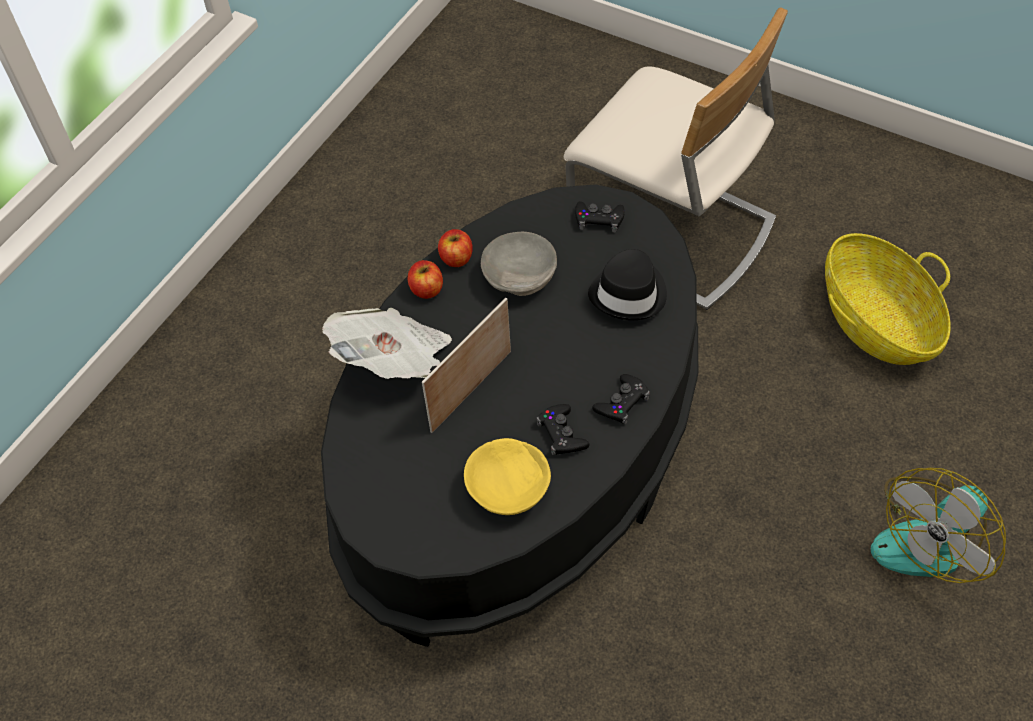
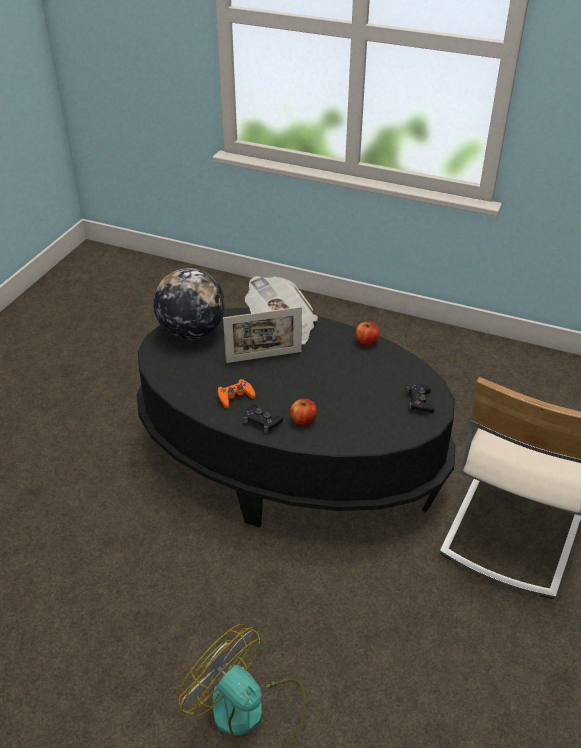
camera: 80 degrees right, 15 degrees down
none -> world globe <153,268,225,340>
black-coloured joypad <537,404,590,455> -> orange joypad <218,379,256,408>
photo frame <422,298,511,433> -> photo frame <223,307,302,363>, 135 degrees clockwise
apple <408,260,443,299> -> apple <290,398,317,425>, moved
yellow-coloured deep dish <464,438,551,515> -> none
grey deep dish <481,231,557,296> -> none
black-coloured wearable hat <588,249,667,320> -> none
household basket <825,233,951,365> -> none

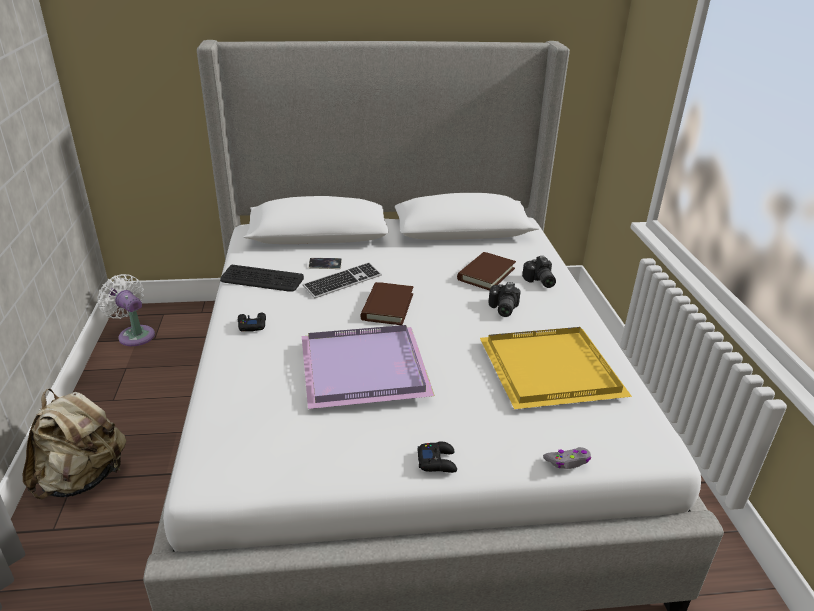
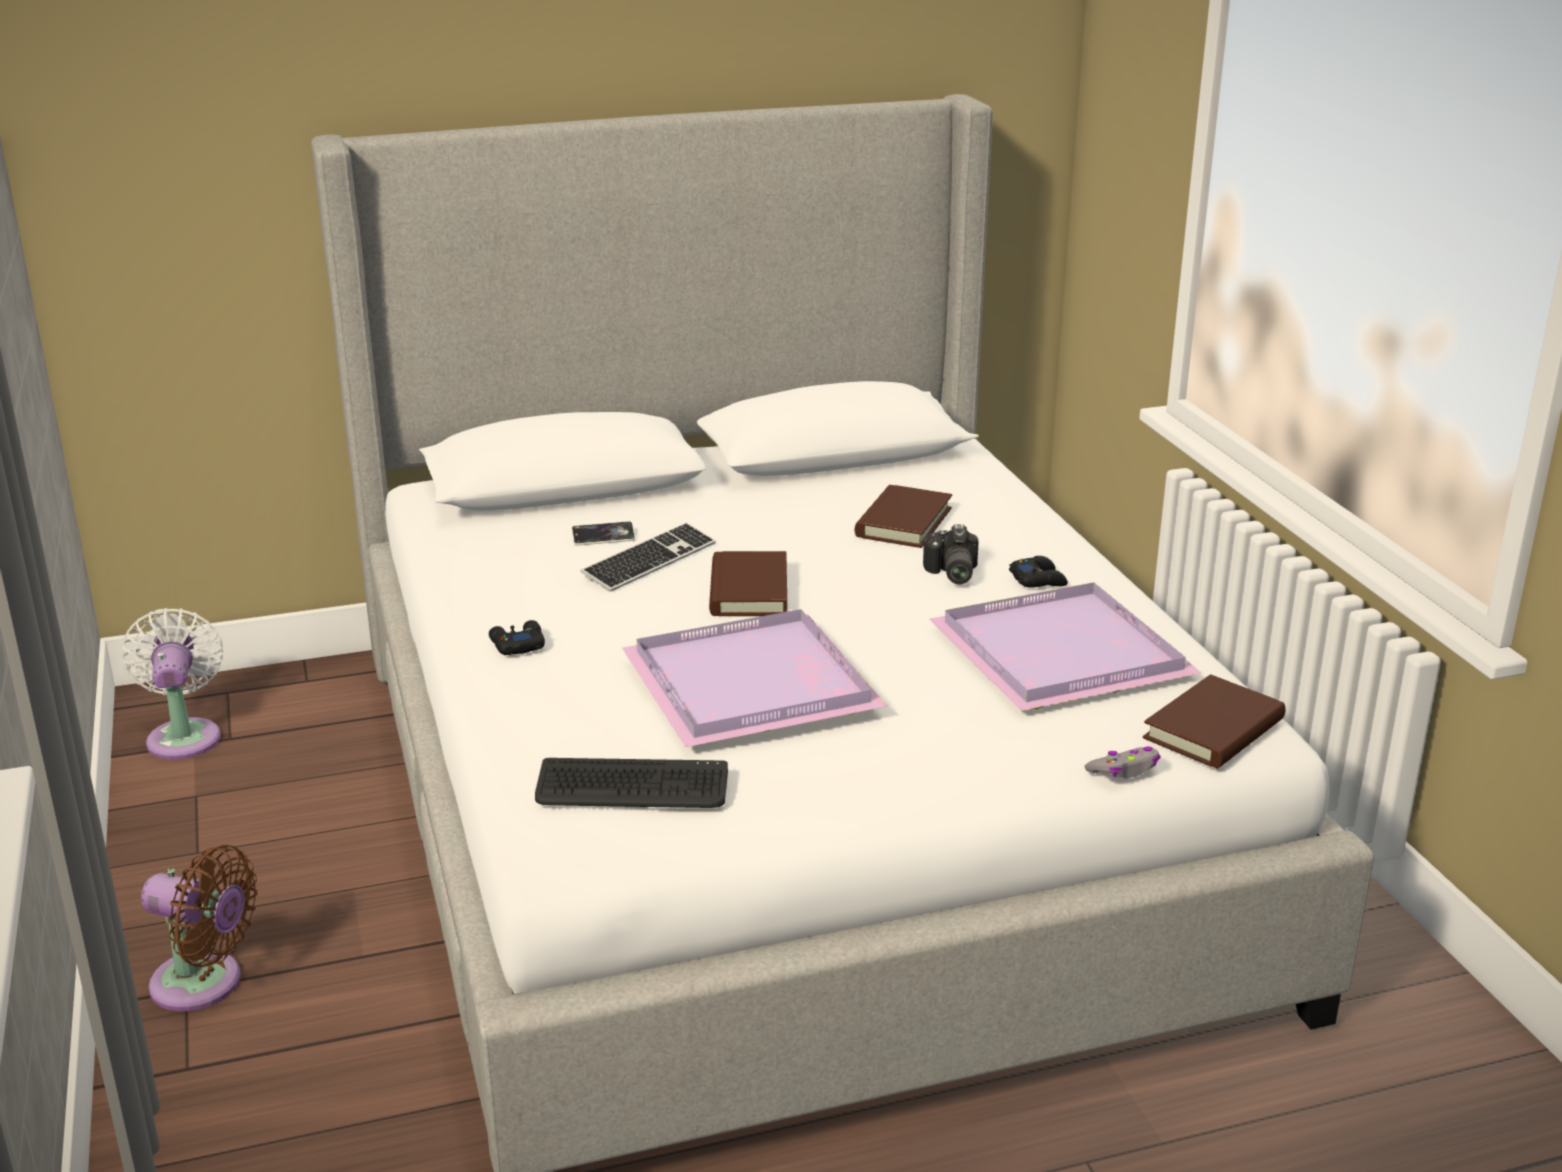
camera: 10 degrees left, 5 degrees down
whitish fan <97,274,155,346> -> whitish fan <121,608,223,760>, 45 degrees clockwise
beige knapsack <23,389,126,500> -> brown-coloured fan <141,845,258,1011>
keyboard <220,265,304,292> -> keyboard <535,758,728,808>, moved
yellow-coloured serving tray <480,327,632,409> -> purple serving tray <930,582,1201,711>
black-coloured joypad <418,441,457,473> -> black-coloured joypad <1009,556,1068,588>, moved
none -> brown-coloured bound book <1143,674,1285,769>
photo camera <522,256,556,288> -> none

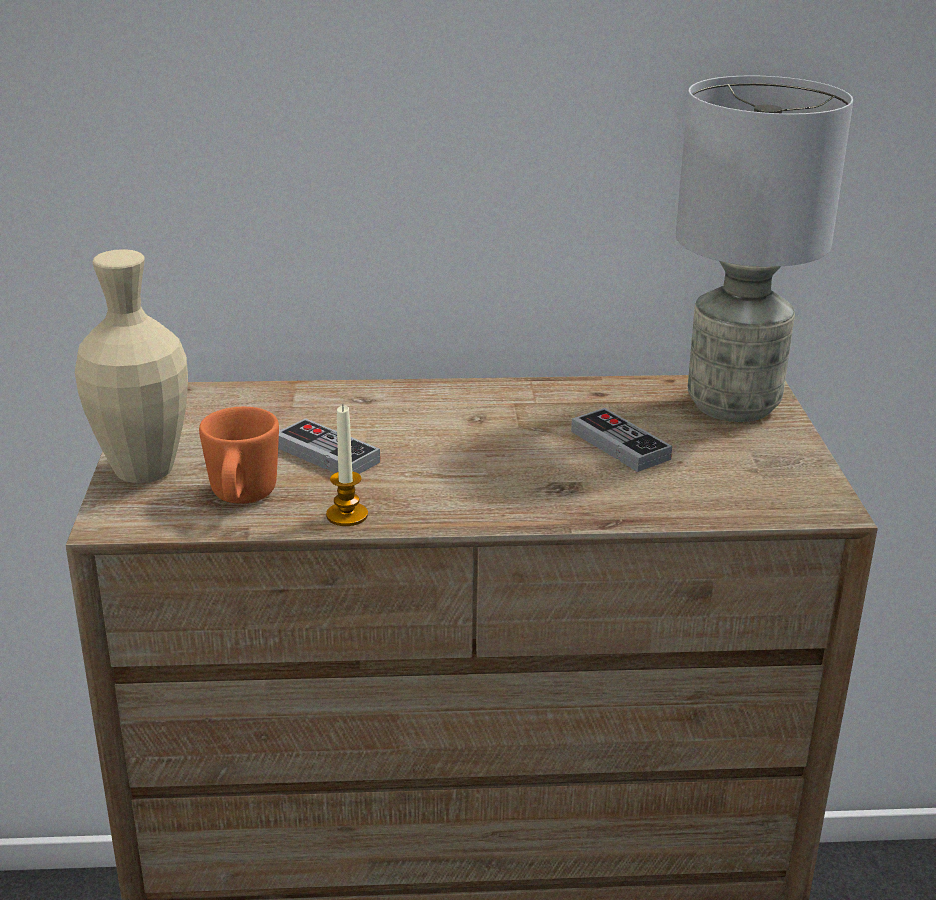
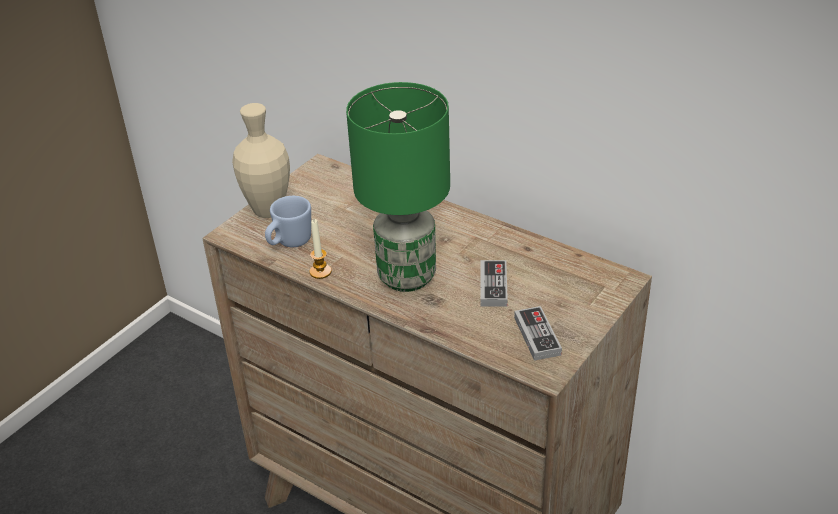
camera: 40 degrees right, 10 degrees up
orange mug <199,407,279,504> -> bluish mug <265,196,311,247>
none -> greenish tabletop lamp <346,82,450,292>
joypad <278,418,380,474> -> joypad <514,306,562,361>, moved
grey tabletop lamp <675,75,853,422> -> none

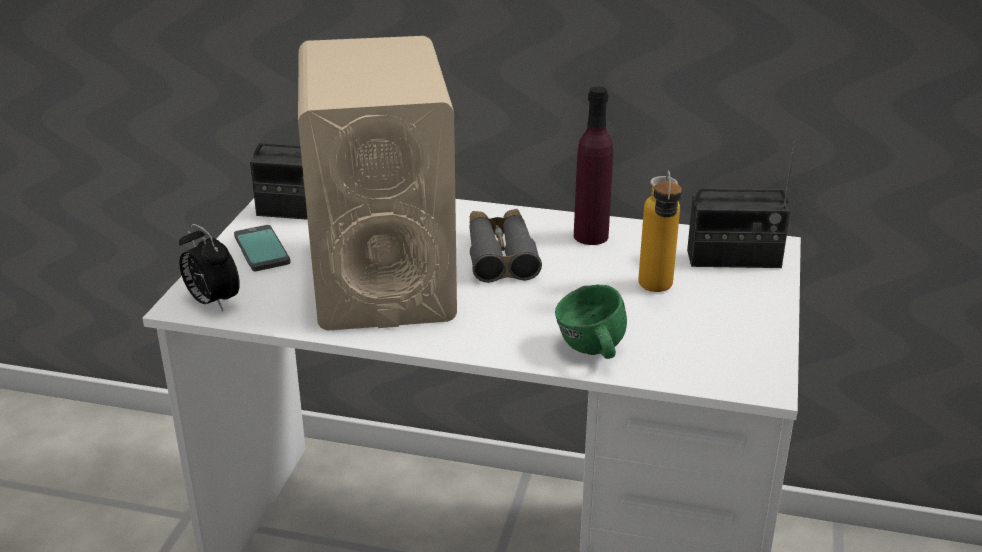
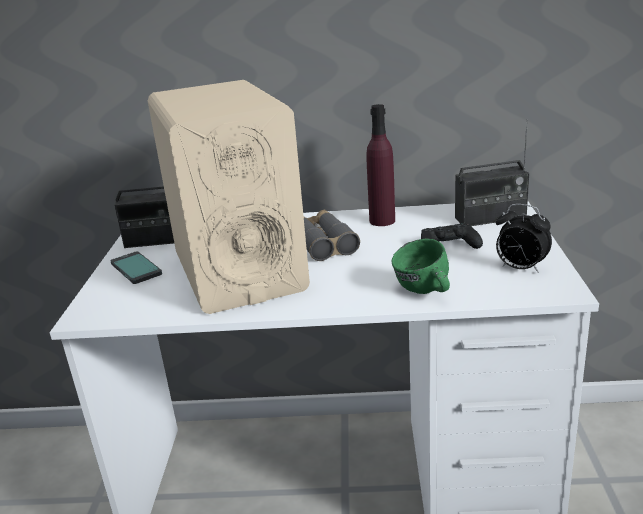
camera: 10 degrees left, 5 degrees down
drink bottle <638,170,682,292> -> black-coloured joypad <421,223,483,249>
table clock <179,224,240,311> -> table clock <496,204,552,273>, moved

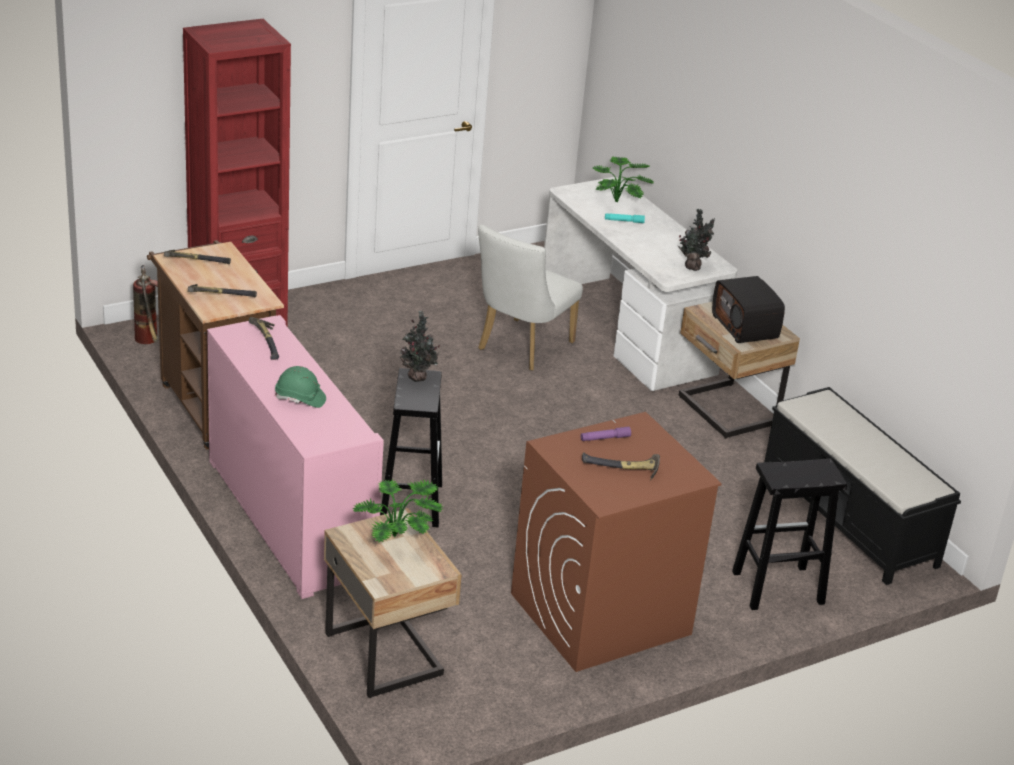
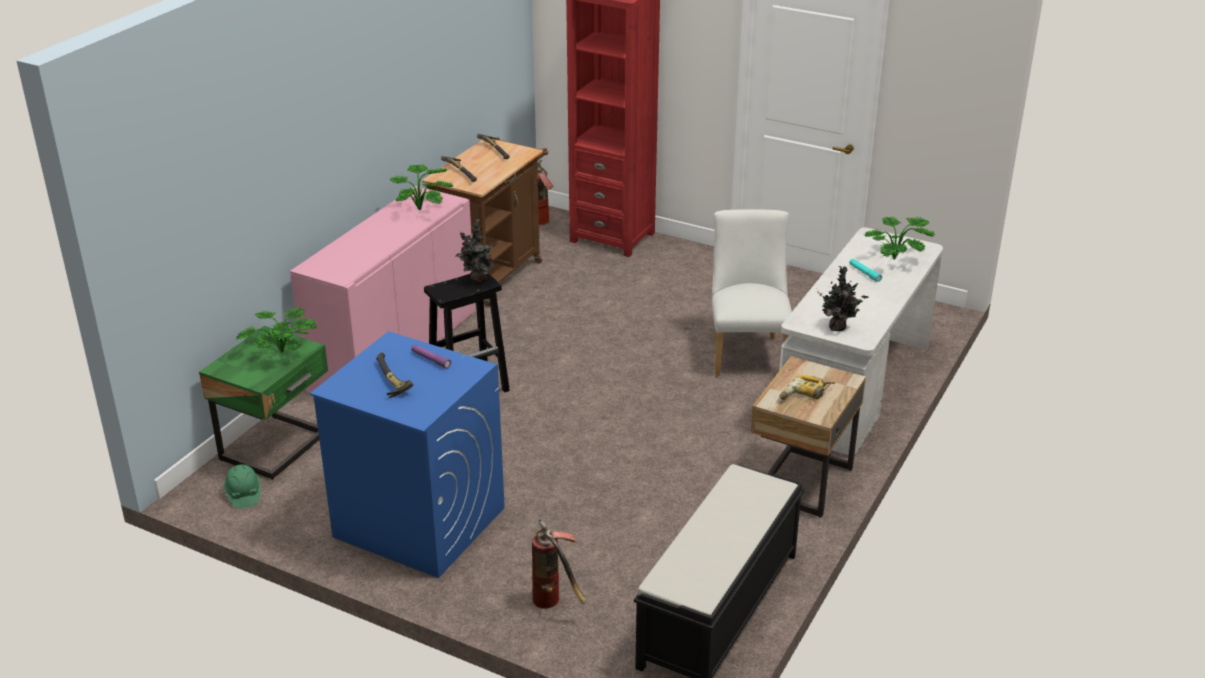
camera: 60 degrees right, 0 degrees up
beige nightstand <324,508,462,698> -> greenish nightstand <199,326,328,480>
greenish safety helmet <275,366,326,408> -> greenish safety helmet <224,464,261,508>, moved
brown-coloured washing machine <511,412,722,672> -> bluish washing machine <310,331,505,578>
hammer <248,317,279,360> -> plant in a pot <390,164,453,210>
black-coloured stool seat <732,458,847,610> -> extinguisher <532,519,586,609>
whitish plain chair <478,225,583,371> -> whitish plain chair <712,209,792,377>, 90 degrees clockwise
radio set <712,276,785,343> -> electric drill <779,375,835,402>

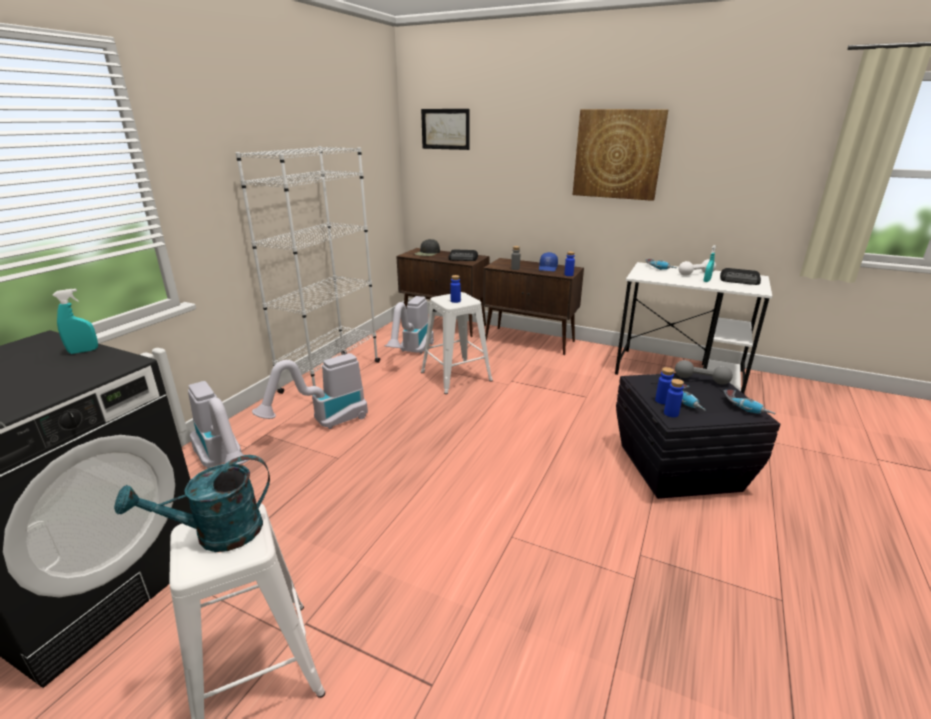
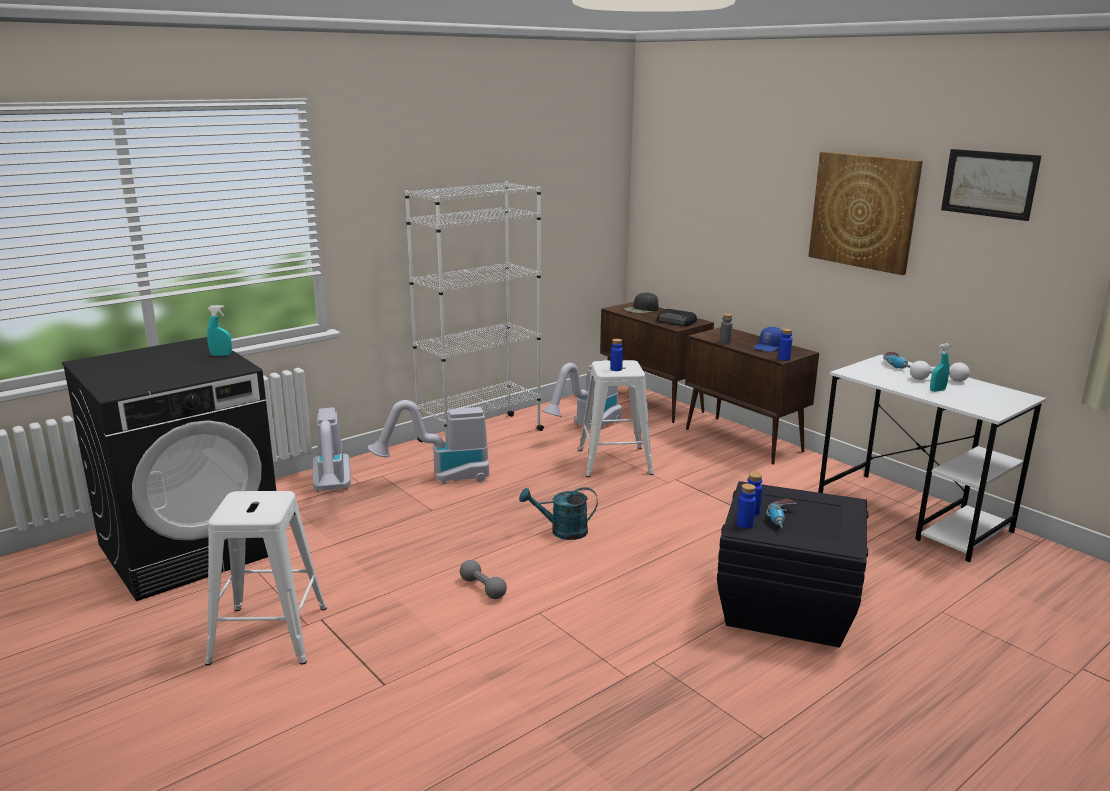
camera: 25 degrees right, 5 degrees down
grey free weight <675,360,733,385> -> grey free weight <460,560,507,599>, moved
turquoise watering pot <114,455,270,552> -> turquoise watering pot <519,487,598,540>, moved
picture <421,109,470,150> -> picture <941,149,1041,221>, moved
radio set <720,268,761,285> -> none
electric drill <723,390,775,414> -> none

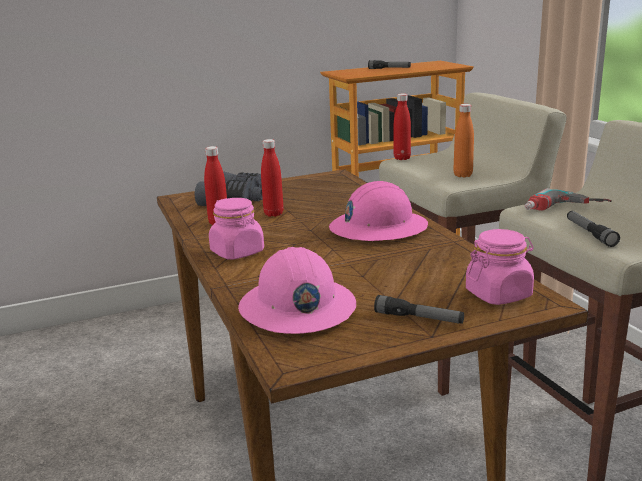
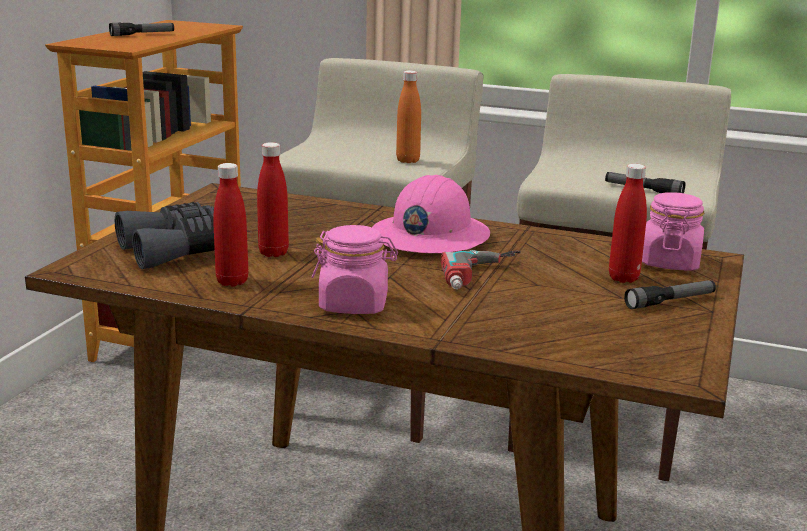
camera: 50 degrees left, 0 degrees up
electric drill <524,188,612,211> -> electric drill <441,250,521,289>, moved
red drink bottle <393,93,411,160> -> red drink bottle <609,164,647,283>, moved
pink-coloured safety helmet <238,247,356,334> -> none

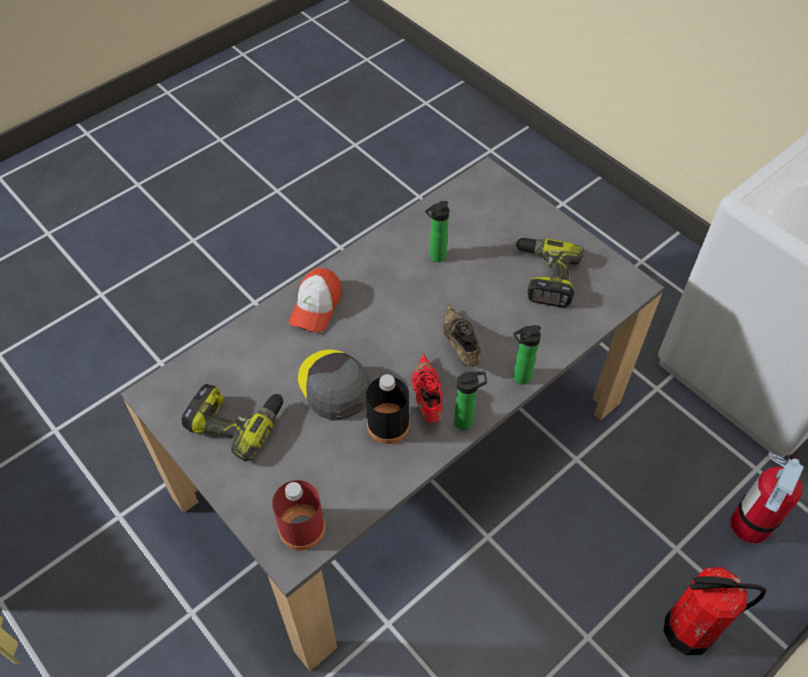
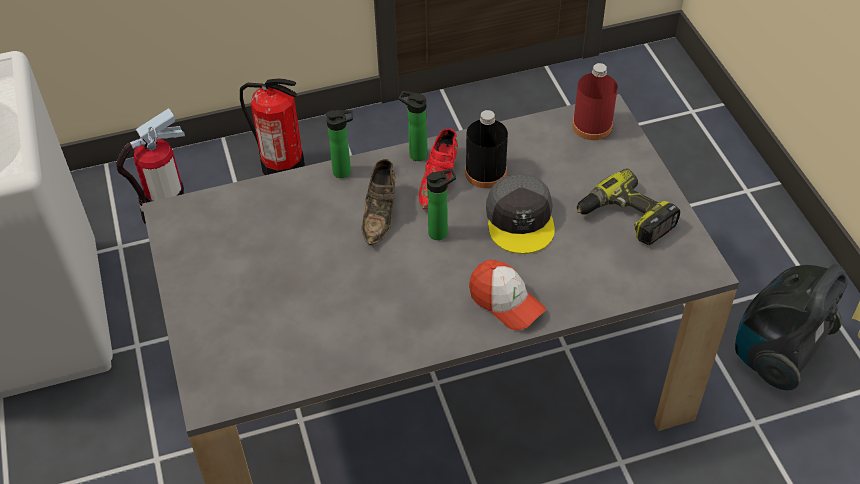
camera: 155 degrees left, 5 degrees down
drink bottle <425,201,449,262> -> drink bottle <426,169,456,240>, moved
peaked cap <289,268,341,333> -> peaked cap <469,260,546,330>, 90 degrees clockwise
none -> vacuum cleaner <735,264,848,390>
electric drill <515,238,584,308> -> none

